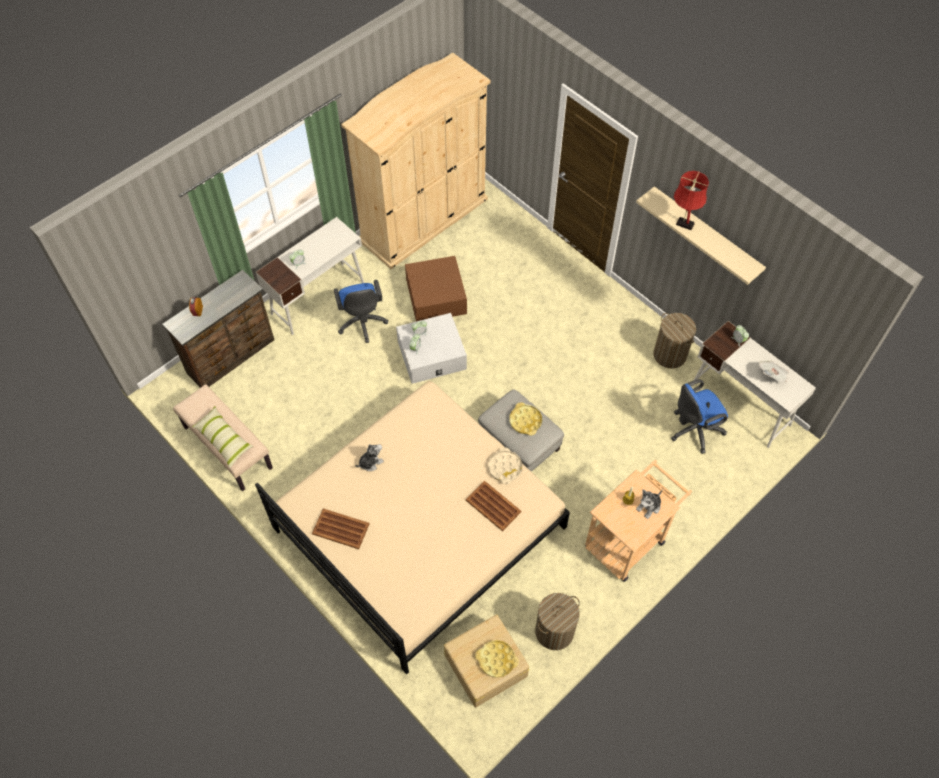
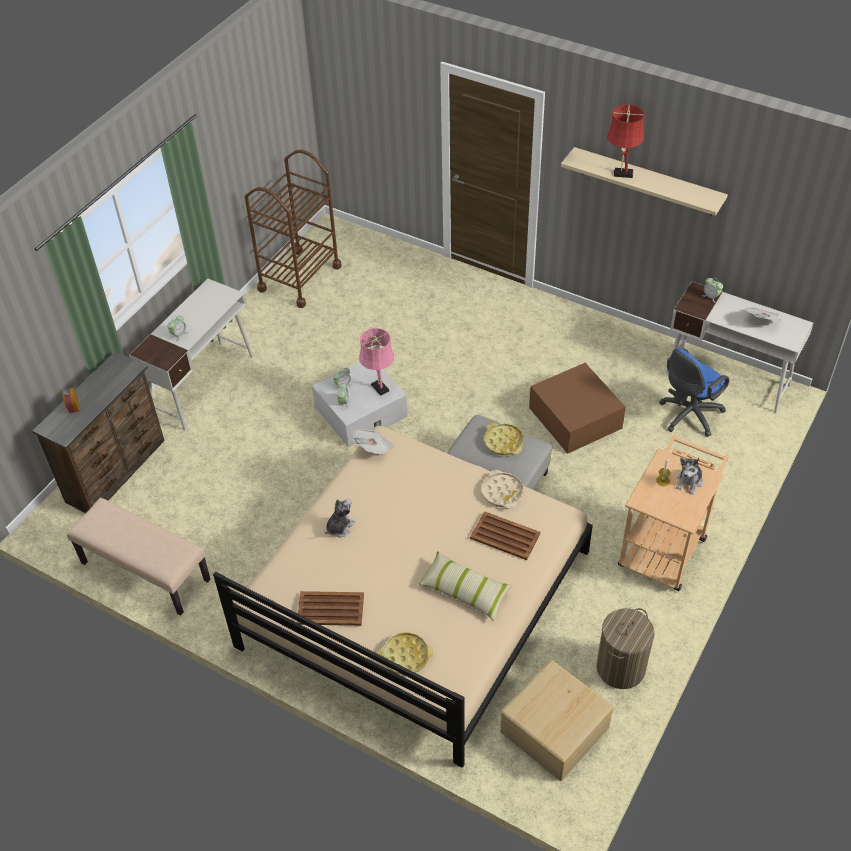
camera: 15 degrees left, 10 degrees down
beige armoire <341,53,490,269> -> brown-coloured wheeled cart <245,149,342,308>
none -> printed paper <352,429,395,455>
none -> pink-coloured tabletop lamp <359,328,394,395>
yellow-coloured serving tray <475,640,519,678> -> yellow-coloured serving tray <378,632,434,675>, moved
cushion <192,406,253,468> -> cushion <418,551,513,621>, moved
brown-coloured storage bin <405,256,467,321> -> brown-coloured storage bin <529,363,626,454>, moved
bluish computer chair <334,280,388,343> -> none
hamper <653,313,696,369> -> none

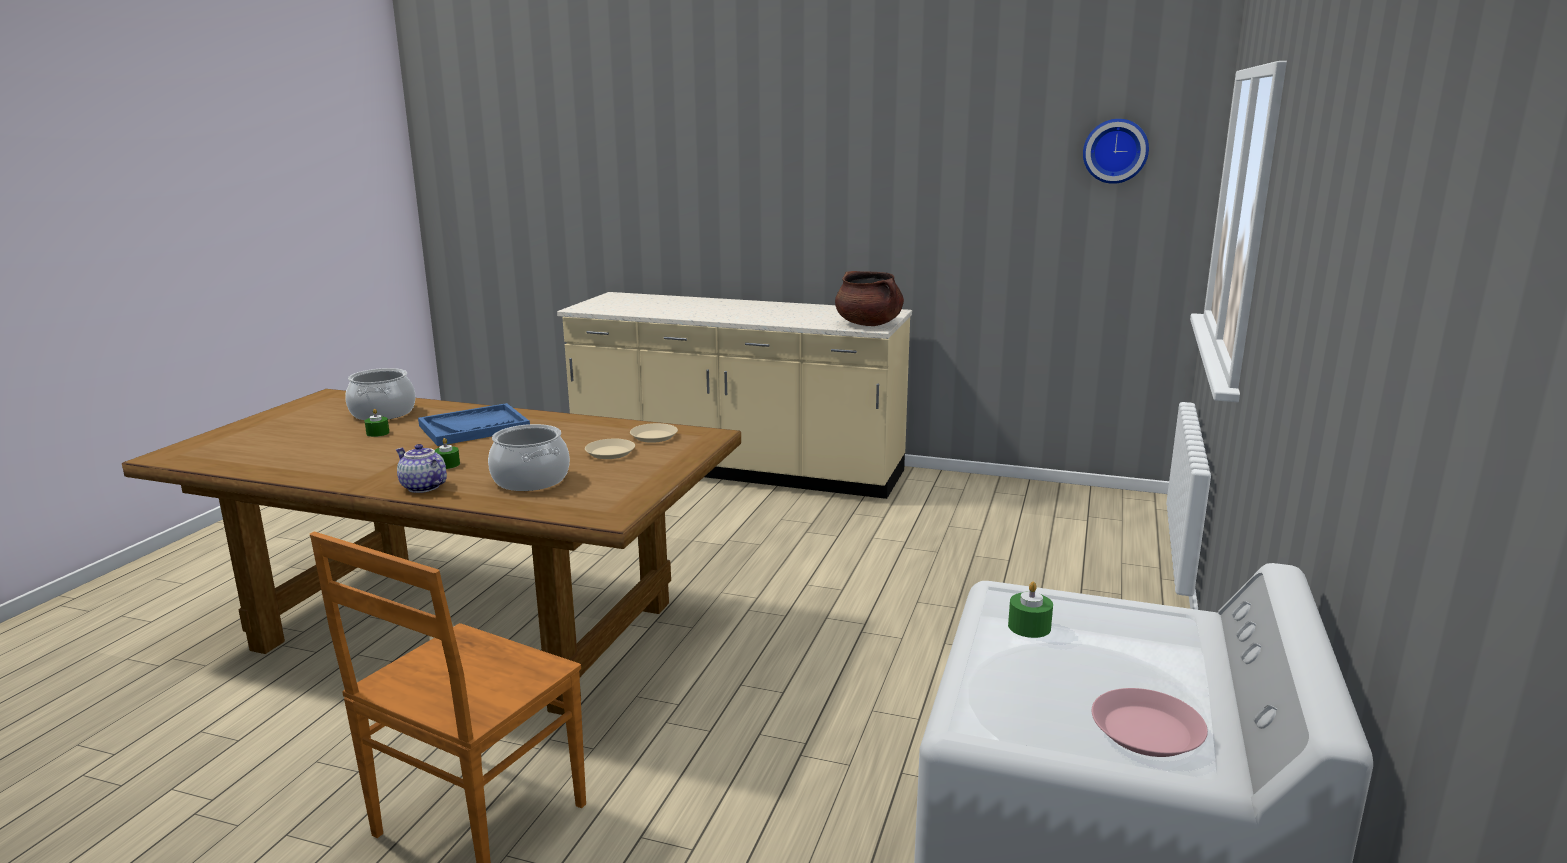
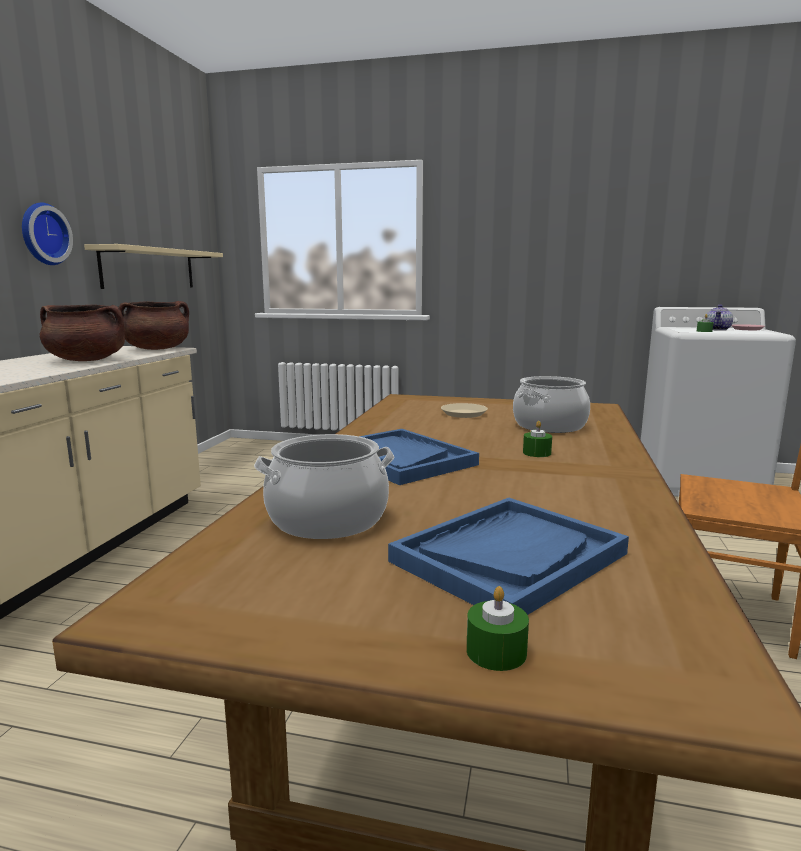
camera: 95 degrees left, 5 degrees down
clock on the wall <1083,119,1149,184> -> clock on the wall <22,203,73,265>, moved
none -> brown-coloured stockpot <40,304,125,361>
none -> beige bracket shelf <84,244,223,289>
none -> bluish serving tray <388,498,629,615>
greenish wax light <365,409,389,437> -> greenish wax light <467,586,529,671>, moved
teapot <395,444,447,493> -> teapot <707,305,733,331>, moved
beige flat dish <630,423,678,443> -> none

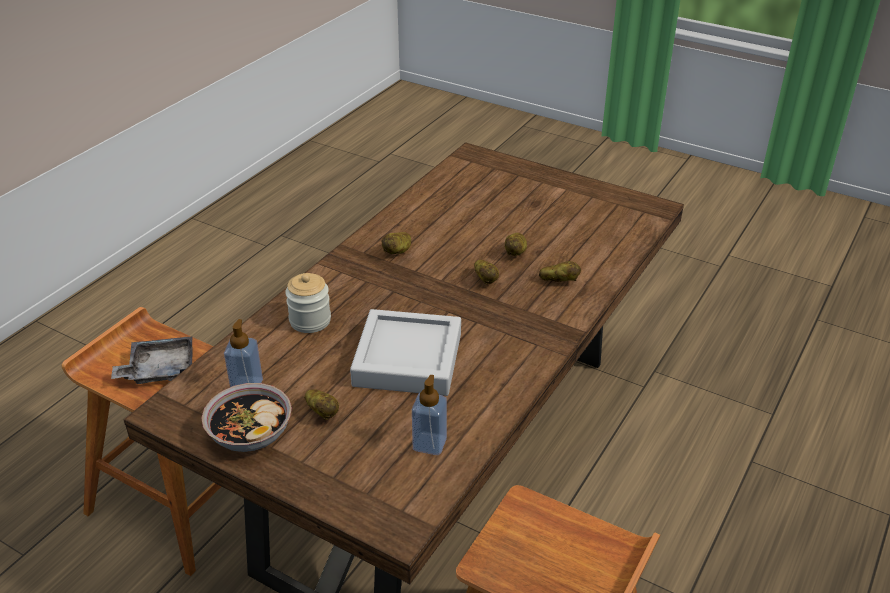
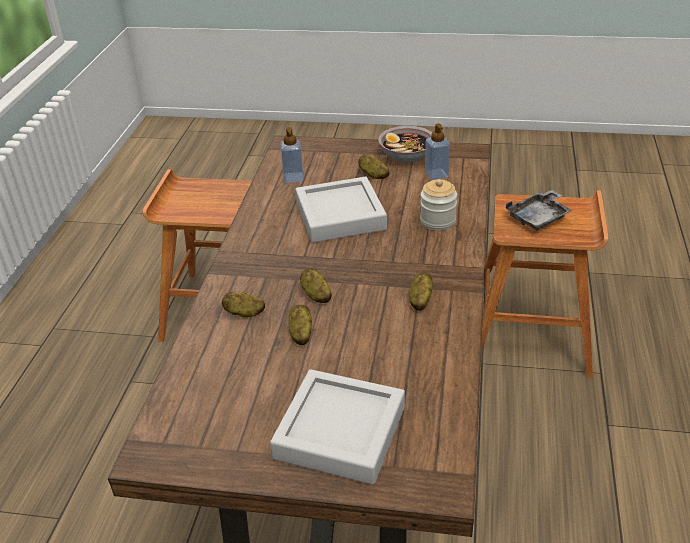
camera: 160 degrees right, 0 degrees up
none -> grey serving tray <270,369,405,485>

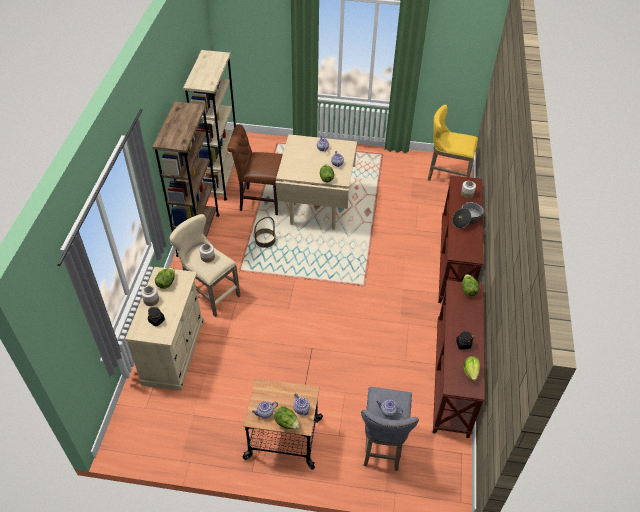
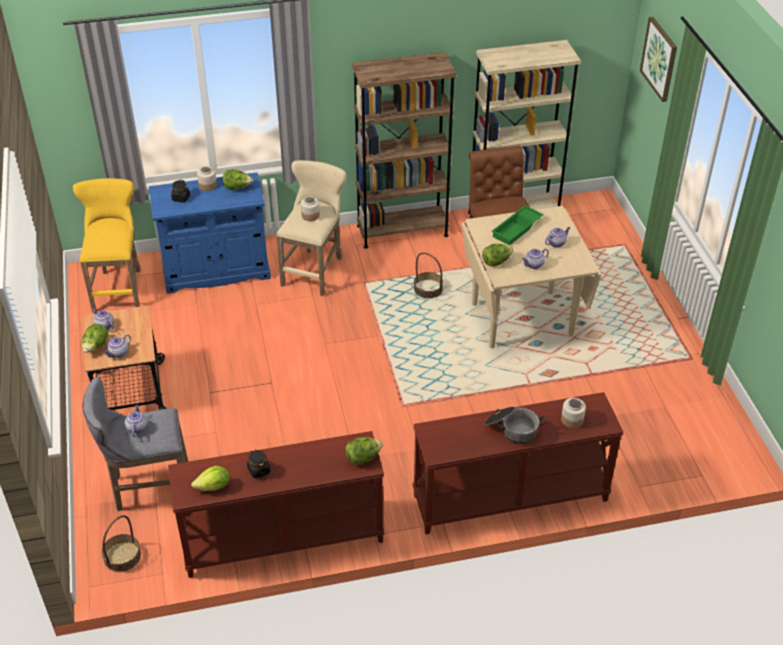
camera: 70 degrees right, 5 degrees down
yellow-coloured stool seat <428,104,478,181> -> yellow-coloured stool seat <73,178,141,313>, moved
none -> household basket <102,515,141,572>
beige cabinet <125,267,204,391> -> bluish cabinet <149,172,271,294>
none -> greenish serving tray <492,205,544,246>
none -> picture <640,17,677,102>

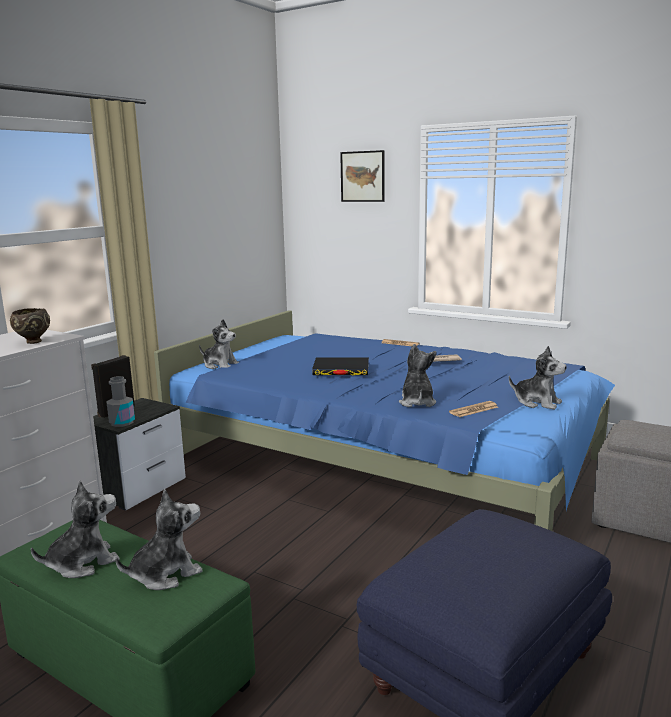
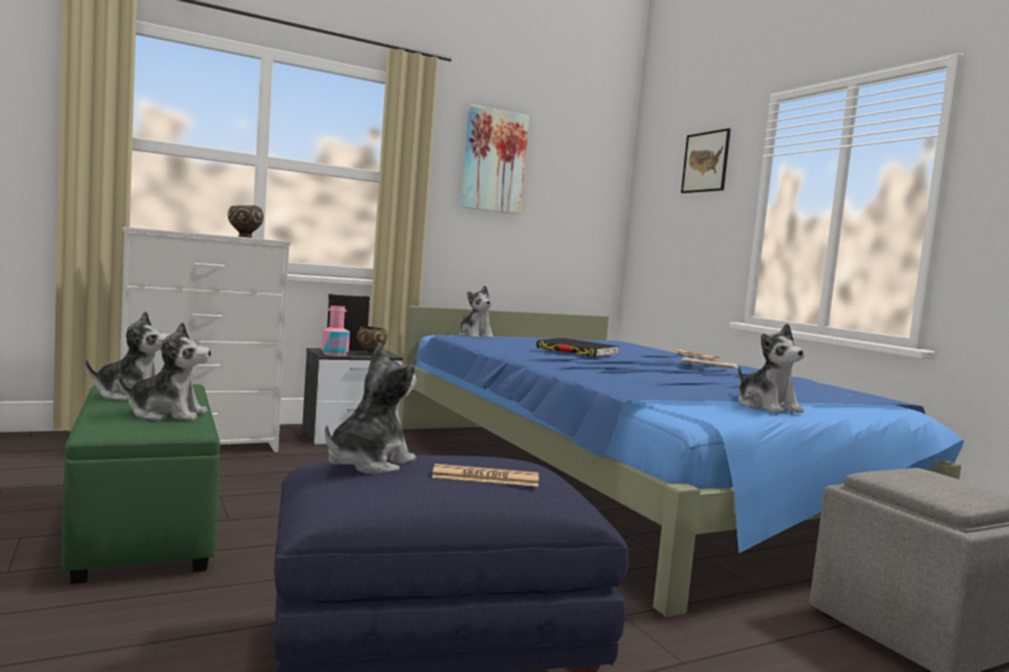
camera: 30 degrees right, 10 degrees down
grey drink bottle <106,376,135,427> -> pink-coloured drink bottle <321,306,350,356>
cuddly toy <399,344,437,407> -> cuddly toy <325,343,416,474>, moved
none -> brown-coloured deep dish <357,326,388,355>
printed paper <449,401,498,417> -> printed paper <432,464,539,487>, moved
none -> picture <461,104,529,214>

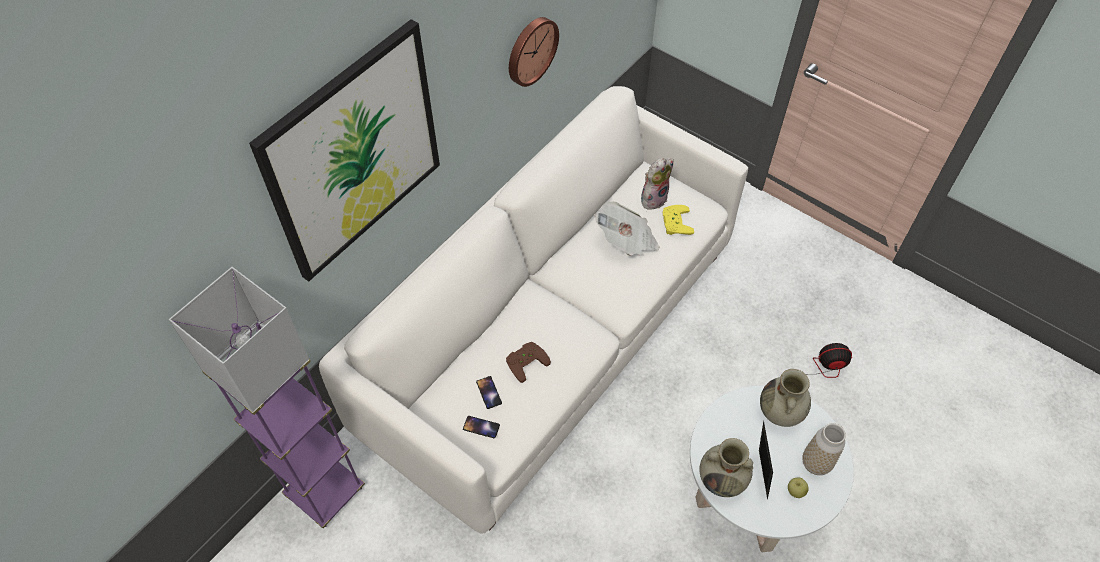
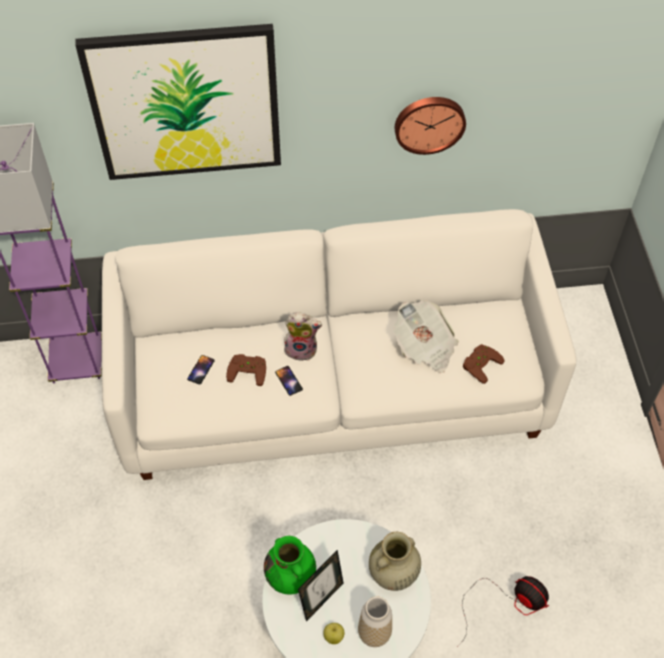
camera: 45 degrees right, 0 degrees up
beige decorative vase <699,438,753,497> -> greenish decorative vase <264,536,316,595>
handset <463,416,500,438> -> handset <275,366,303,396>, moved
cuddly toy <641,158,674,209> -> cuddly toy <284,312,322,361>, moved
yellow-coloured joypad <663,205,694,235> -> brown-coloured joypad <463,344,505,384>

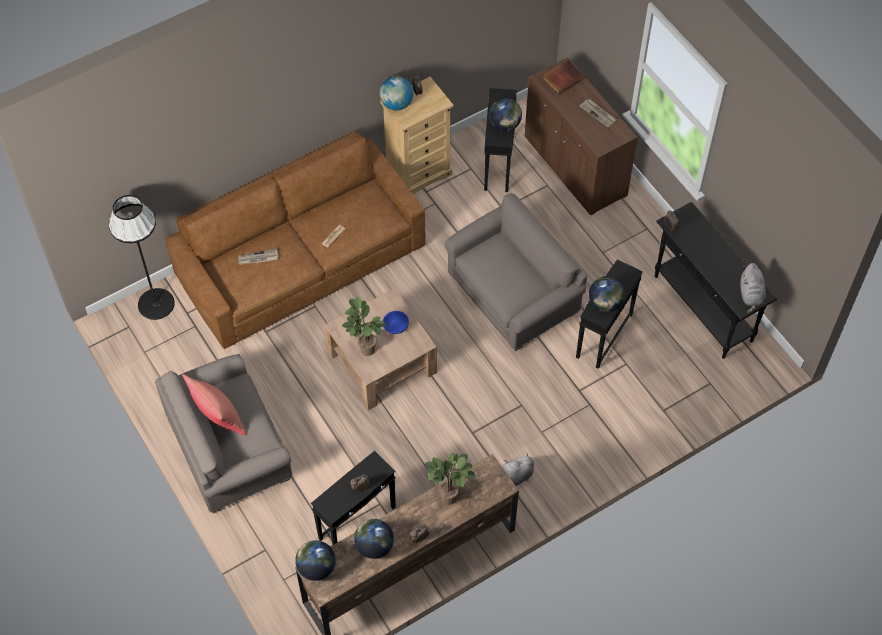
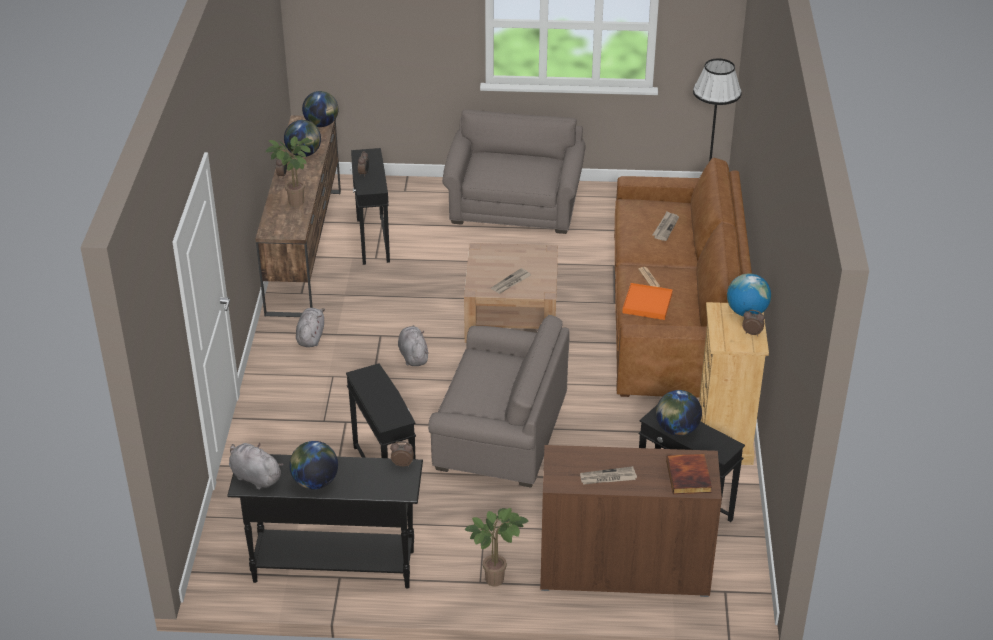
camera: 125 degrees right, 20 degrees down
world globe <589,276,625,312> -> world globe <289,441,338,489>, moved
none -> grey cuddly toy <398,325,429,366>
grey lounge chair <445,193,587,351> -> grey lounge chair <428,315,570,488>, 75 degrees counterclockwise
plant in a pot <342,297,386,356> -> plant in a pot <465,508,529,587>, moved
bluish deep dish <383,311,409,334> -> printed paper <491,268,531,294>
none -> orange serving tray <622,283,673,320>
red cushion <182,374,246,435> -> none

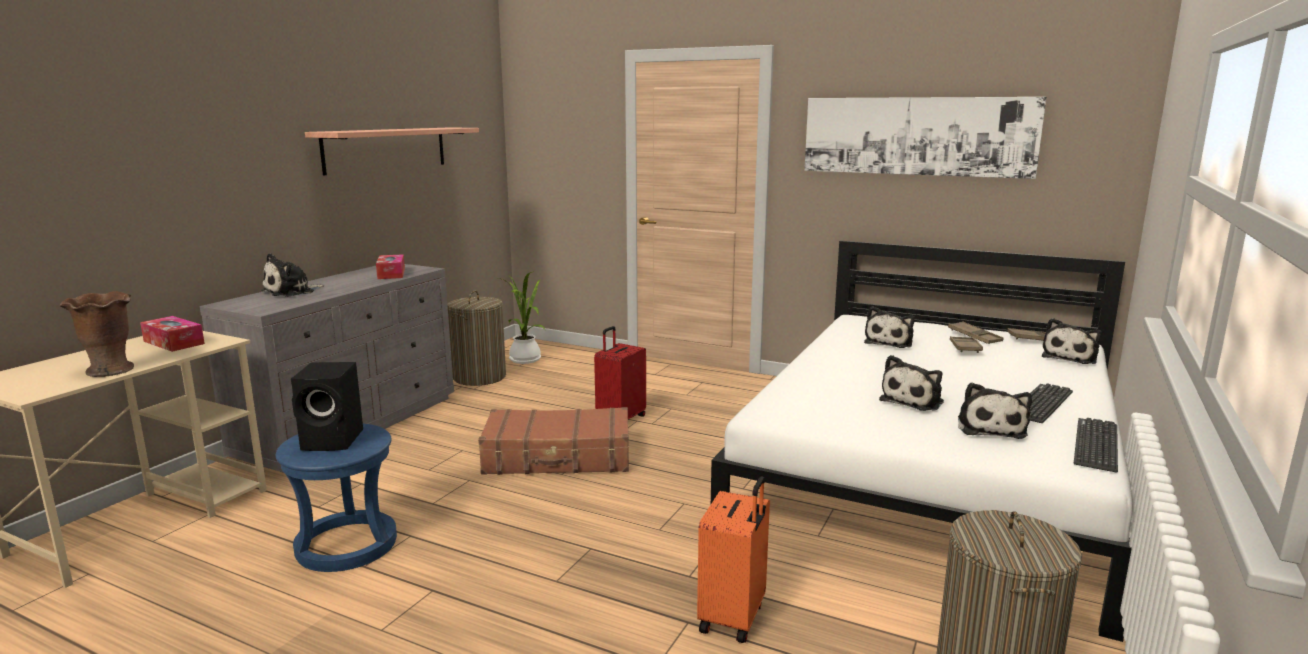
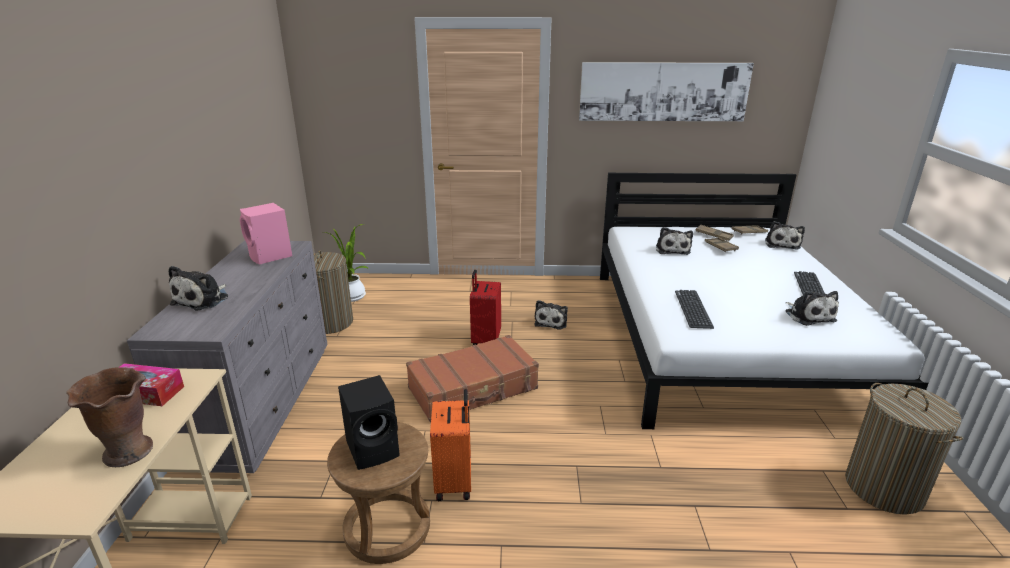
camera: 25 degrees left, 10 degrees up
box of tissues <376,254,405,279> -> pink-coloured loudspeaker <240,203,292,265>
bluish stool seat <276,424,397,572> -> brown-coloured stool seat <327,422,430,564>
orange travel case <697,476,770,643> -> orange travel case <430,389,471,501>, moved
cuddly toy <879,355,944,411> -> cuddly toy <534,300,568,330>, moved
keyboard <1074,418,1118,472> -> keyboard <675,290,714,329>, moved
bracket shelf <305,127,479,175> -> none

